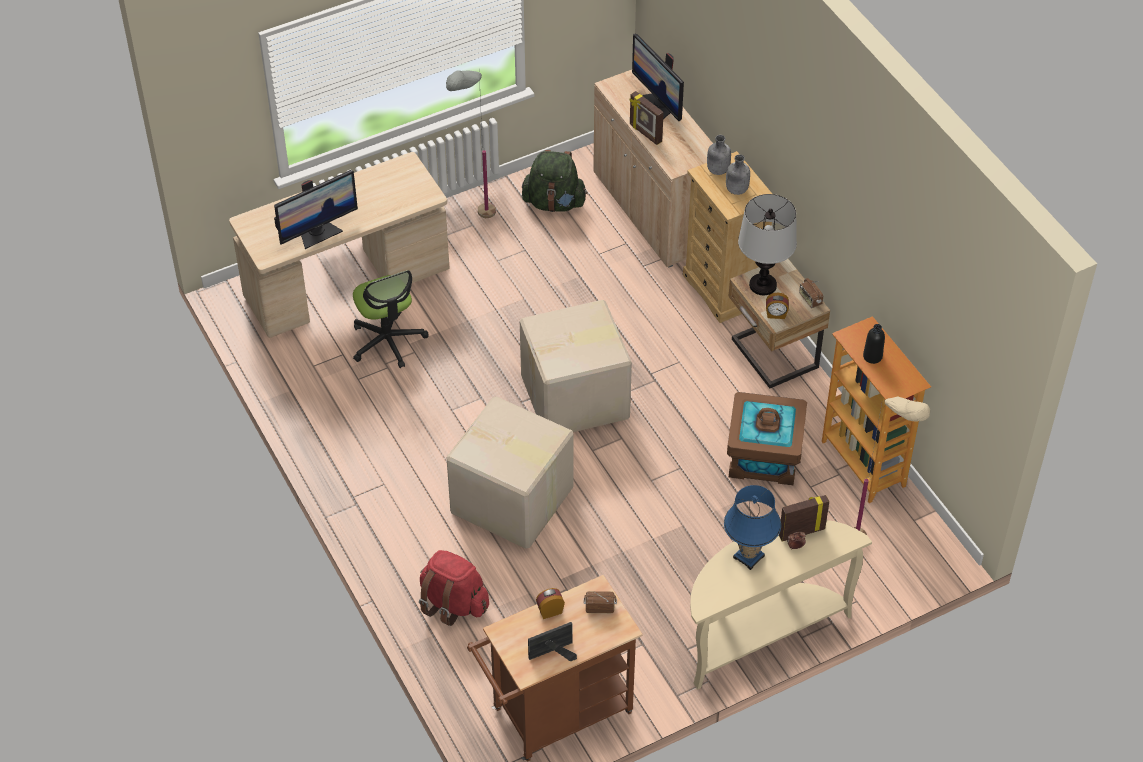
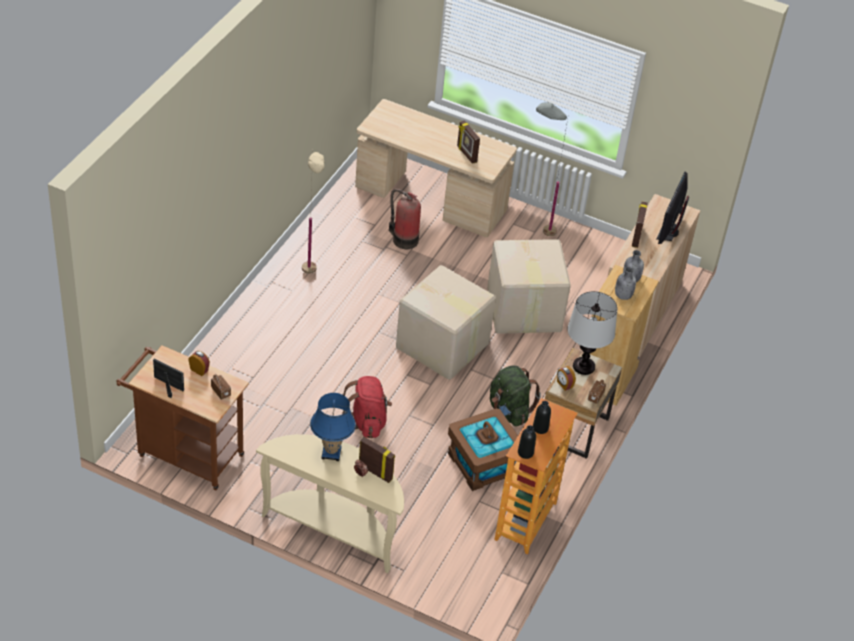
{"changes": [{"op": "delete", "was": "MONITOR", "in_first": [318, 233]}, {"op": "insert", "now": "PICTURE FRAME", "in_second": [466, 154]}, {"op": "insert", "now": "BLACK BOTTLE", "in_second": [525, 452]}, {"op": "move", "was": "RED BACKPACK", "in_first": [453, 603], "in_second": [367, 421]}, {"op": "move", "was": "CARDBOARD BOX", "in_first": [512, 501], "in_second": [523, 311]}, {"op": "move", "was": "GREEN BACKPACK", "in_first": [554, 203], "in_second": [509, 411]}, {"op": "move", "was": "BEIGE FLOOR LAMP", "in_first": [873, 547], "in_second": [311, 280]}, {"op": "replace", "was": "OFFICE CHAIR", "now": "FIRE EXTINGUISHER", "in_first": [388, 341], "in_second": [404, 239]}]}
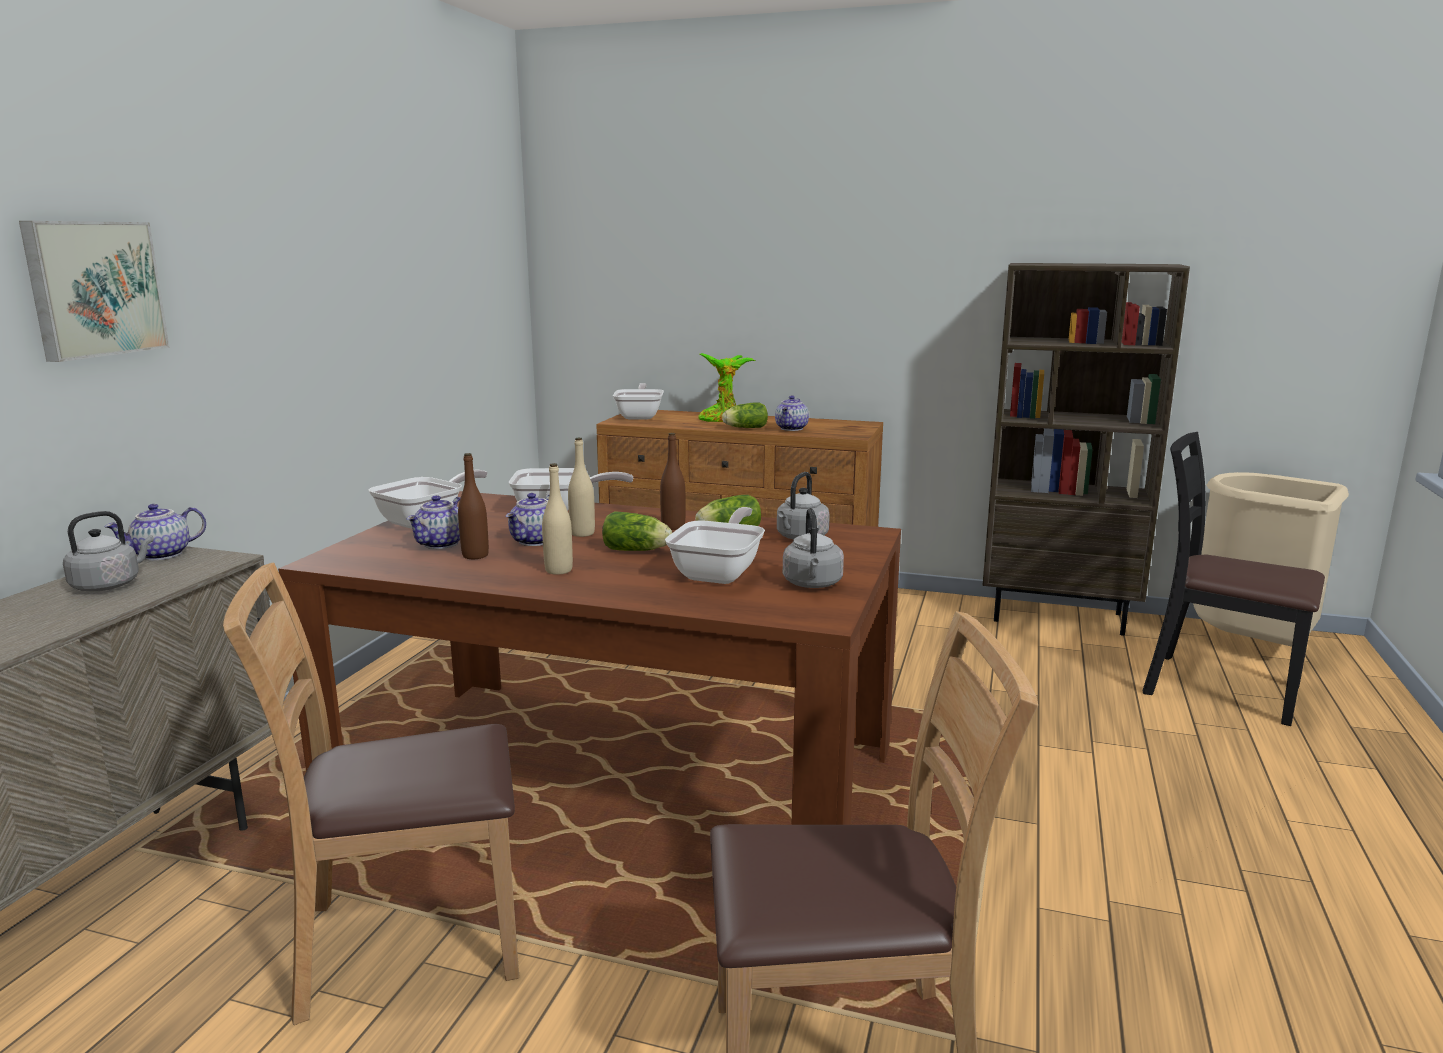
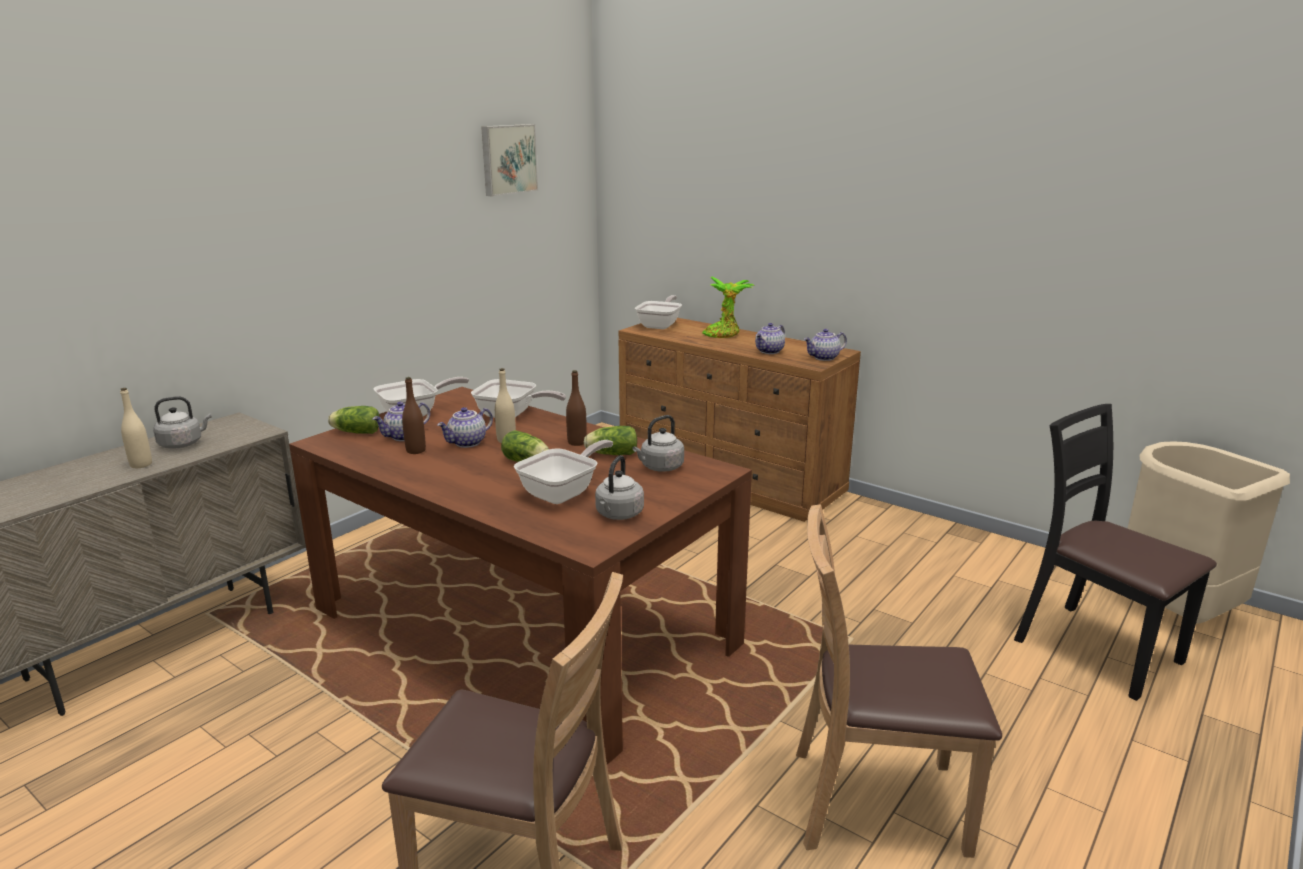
{"changes": [{"op": "delete", "was": "BROWN BOOKCASE", "in_first": [1058, 617]}, {"op": "move", "was": "PICTURE", "in_first": [93, 289], "in_second": [508, 159]}, {"op": "move", "was": "TEAPOT", "in_first": [161, 555], "in_second": [824, 358]}, {"op": "move", "was": "BROWN CHAIR", "in_first": [408, 943], "in_second": [875, 802]}, {"op": "move", "was": "BEIGE BOTTLE", "in_first": [558, 570], "in_second": [141, 464]}, {"op": "move", "was": "LETTUCE", "in_first": [744, 428], "in_second": [355, 432]}]}
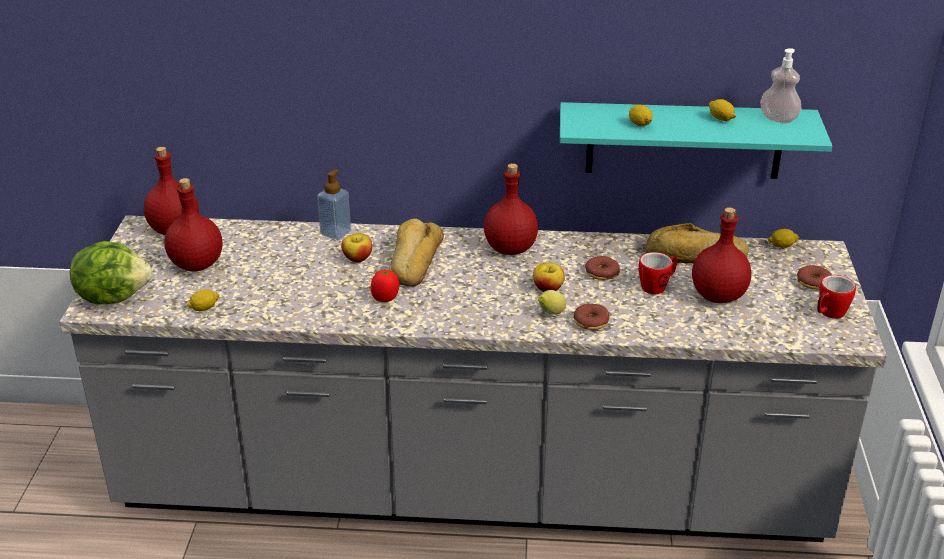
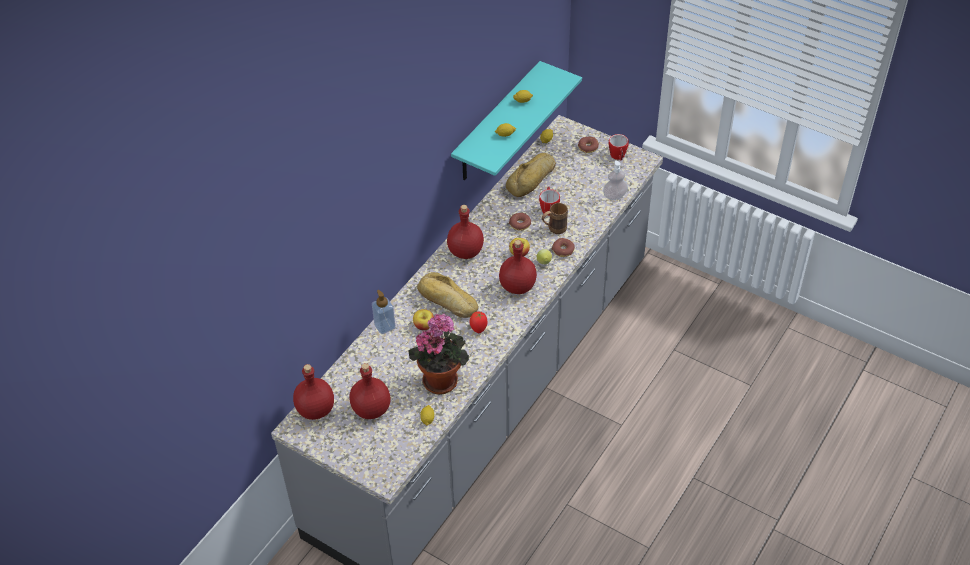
{"changes": [{"op": "delete", "was": "LETTUCE", "in_first": [113, 296]}, {"op": "insert", "now": "POTTED PLANT", "in_second": [441, 378]}, {"op": "insert", "now": "BROWN MUG", "in_second": [553, 229]}, {"op": "move", "was": "RED BOTTLE", "in_first": [717, 296], "in_second": [517, 287]}, {"op": "move", "was": "SOAP DISPENSER", "in_first": [778, 119], "in_second": [615, 196]}]}
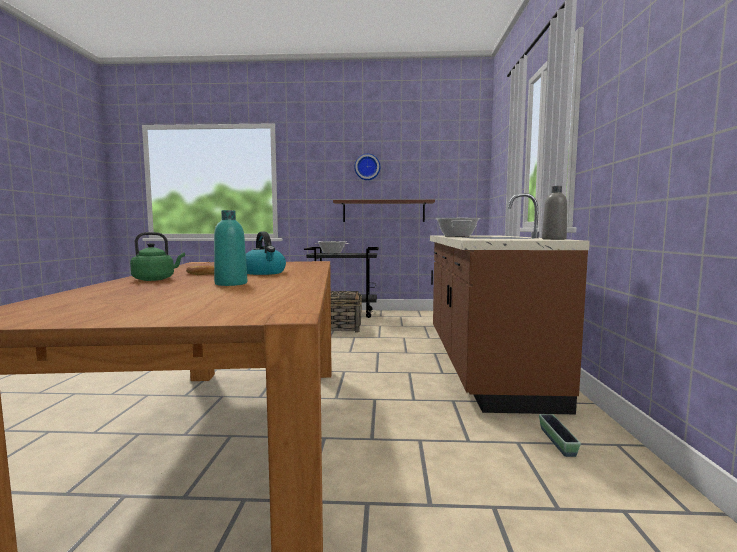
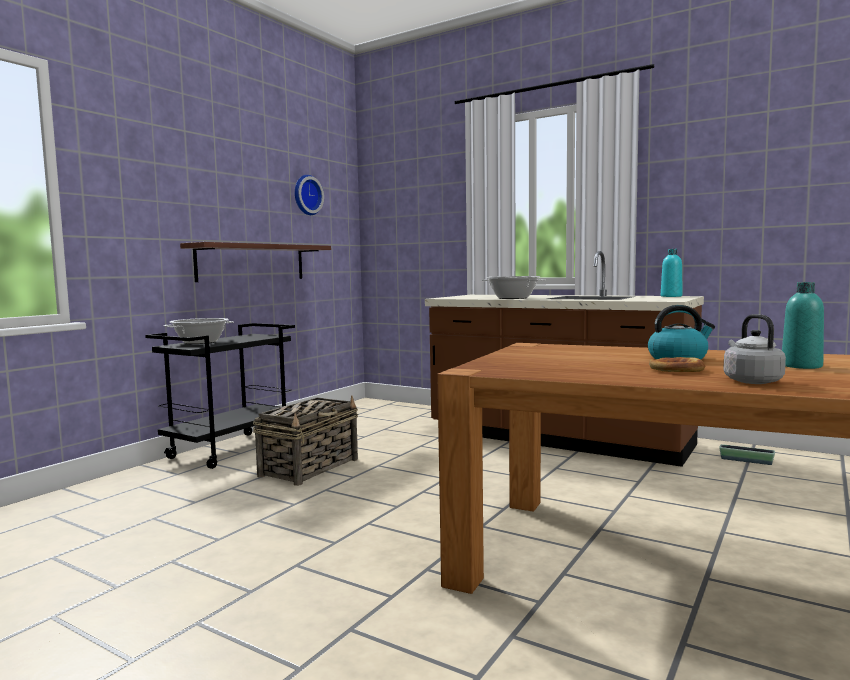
{"changes": [{"op": "move", "was": "WALL CLOCK", "in_first": [367, 167], "in_second": [306, 195]}, {"op": "recolor", "was": "GREEN KETTLE", "now": "GREY KETTLE", "in_first": [156, 279], "in_second": [750, 381]}, {"op": "recolor", "was": "GREY BOTTLE", "now": "TURQUOISE BOTTLE", "in_first": [554, 239], "in_second": [671, 296]}]}
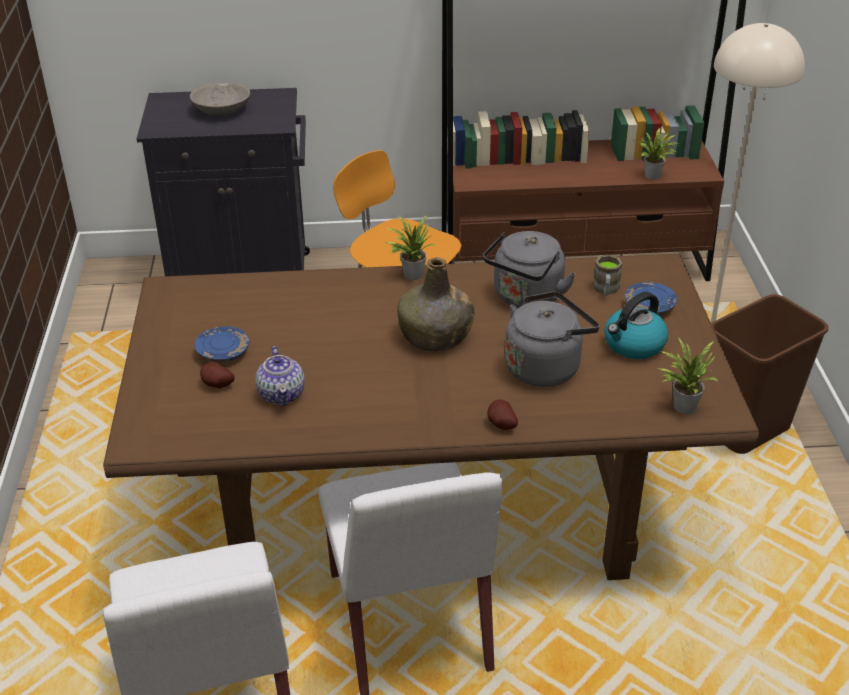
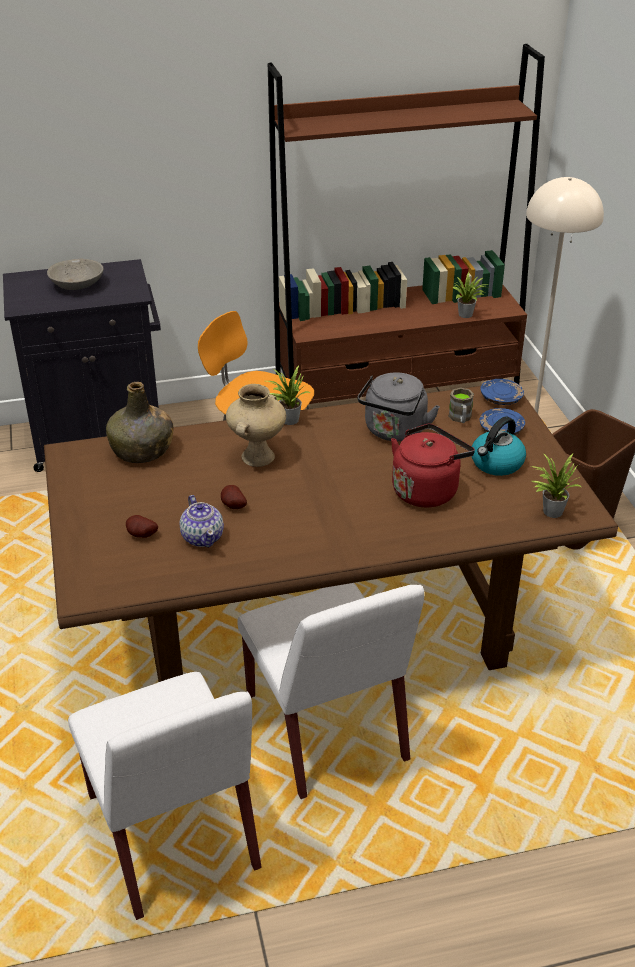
{"changes": [{"op": "insert", "now": "BEIGE VASE", "in_second": [257, 456]}, {"op": "move", "was": "BLUE PLATE", "in_first": [223, 352], "in_second": [501, 398]}, {"op": "move", "was": "GREEN BOTTLE", "in_first": [436, 336], "in_second": [142, 450]}, {"op": "move", "was": "POTATO", "in_first": [500, 425], "in_second": [232, 506]}, {"op": "recolor", "was": "GREY KETTLE", "now": "RED KETTLE", "in_first": [545, 367], "in_second": [427, 490]}]}
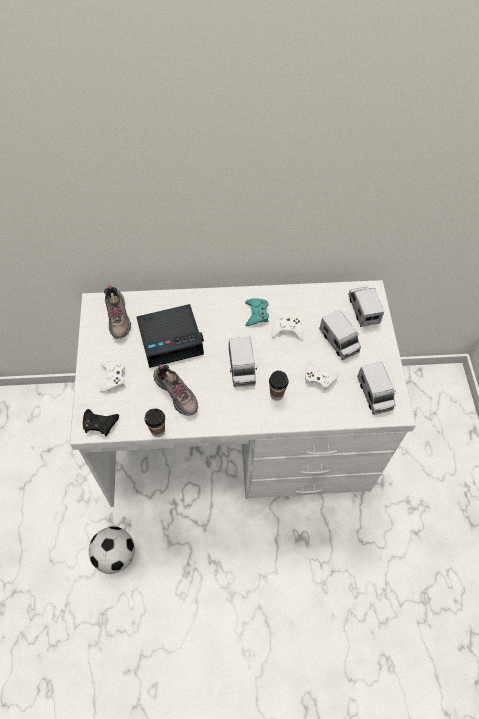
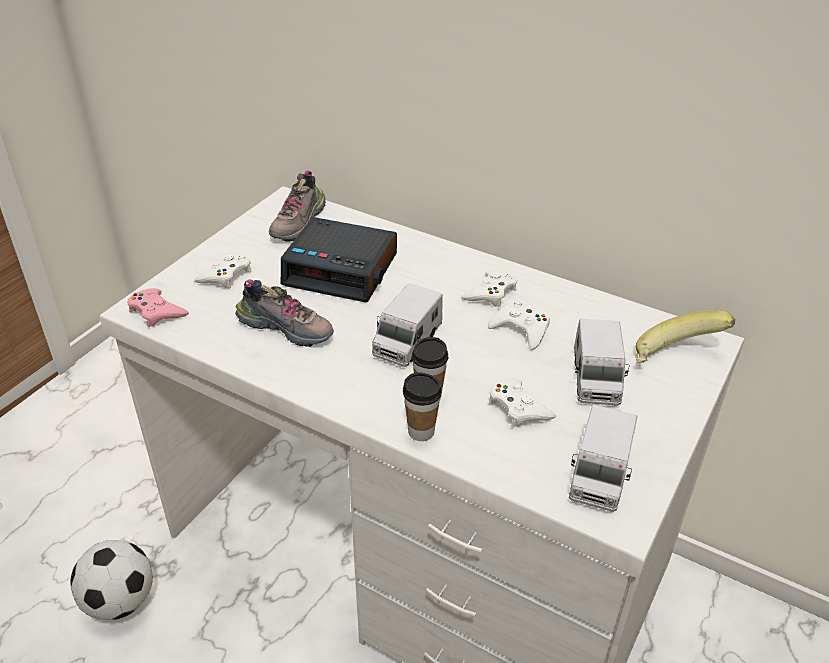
{"changes": [{"op": "move", "was": "CUP", "in_first": [158, 431], "in_second": [421, 431]}, {"op": "replace", "was": "TOY TRUCK", "now": "BANANA", "in_first": [363, 309], "in_second": [675, 358]}, {"op": "recolor", "was": "BLACK GAME CONTROLLER", "now": "PINK GAME CONTROLLER", "in_first": [100, 423], "in_second": [156, 312]}, {"op": "recolor", "was": "TURQUOISE GAME CONTROLLER", "now": "WHITE GAME CONTROLLER", "in_first": [256, 314], "in_second": [491, 293]}, {"op": "rotate", "was": "SHOE", "in_first": [177, 394], "in_second": [287, 328], "clockwise": -60}]}
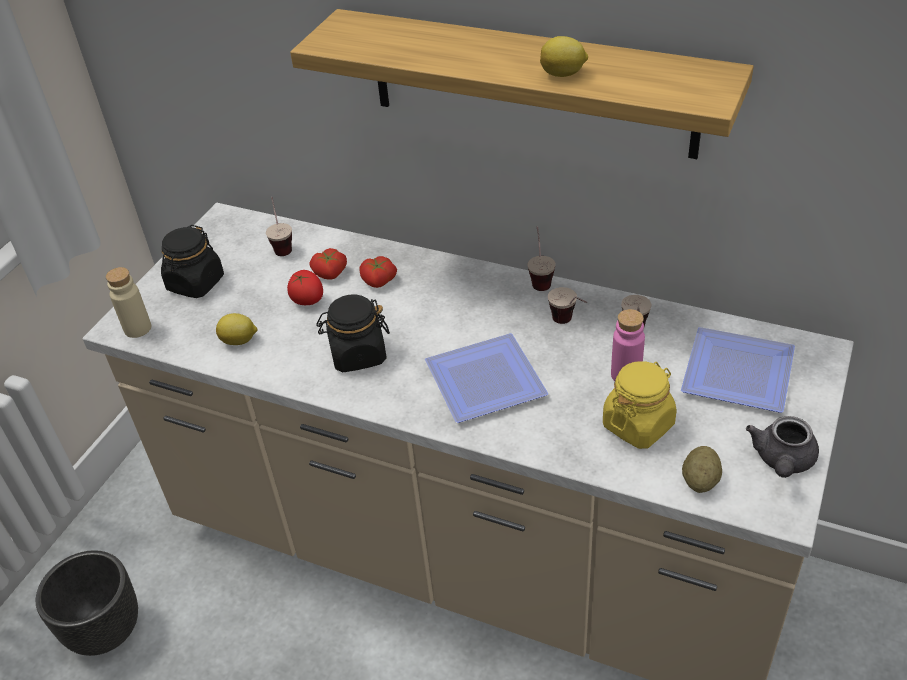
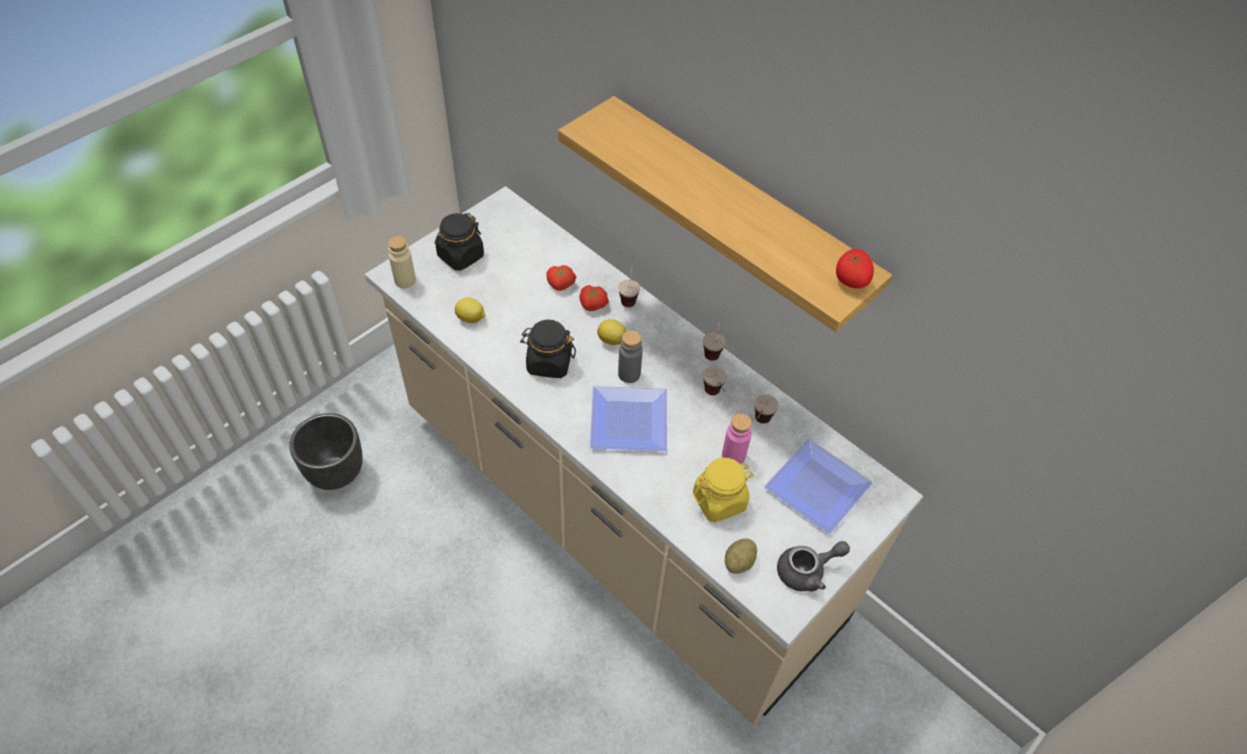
{"changes": [{"op": "insert", "now": "GREY BOTTLE", "in_second": [629, 374]}, {"op": "move", "was": "CUP", "in_first": [282, 245], "in_second": [629, 295]}, {"op": "move", "was": "TOMATO", "in_first": [307, 300], "in_second": [851, 280]}, {"op": "move", "was": "LEMON", "in_first": [563, 74], "in_second": [612, 340]}, {"op": "rotate", "was": "GREY TEAPOT", "in_first": [782, 461], "in_second": [807, 571], "clockwise": -150}]}
